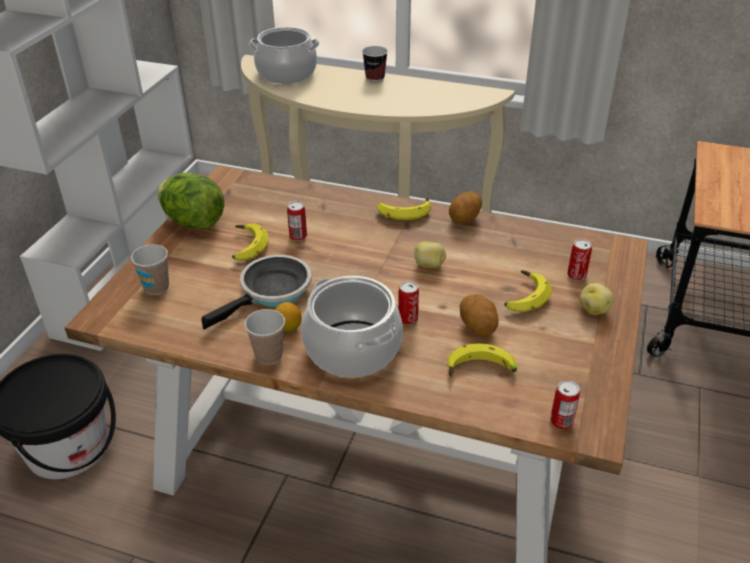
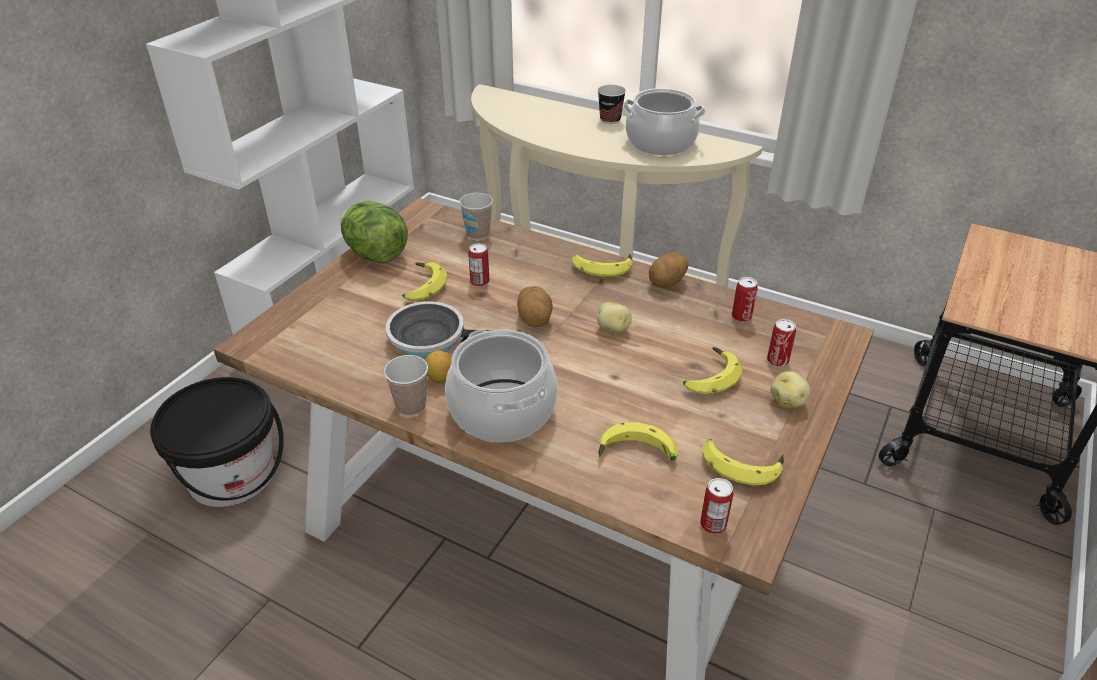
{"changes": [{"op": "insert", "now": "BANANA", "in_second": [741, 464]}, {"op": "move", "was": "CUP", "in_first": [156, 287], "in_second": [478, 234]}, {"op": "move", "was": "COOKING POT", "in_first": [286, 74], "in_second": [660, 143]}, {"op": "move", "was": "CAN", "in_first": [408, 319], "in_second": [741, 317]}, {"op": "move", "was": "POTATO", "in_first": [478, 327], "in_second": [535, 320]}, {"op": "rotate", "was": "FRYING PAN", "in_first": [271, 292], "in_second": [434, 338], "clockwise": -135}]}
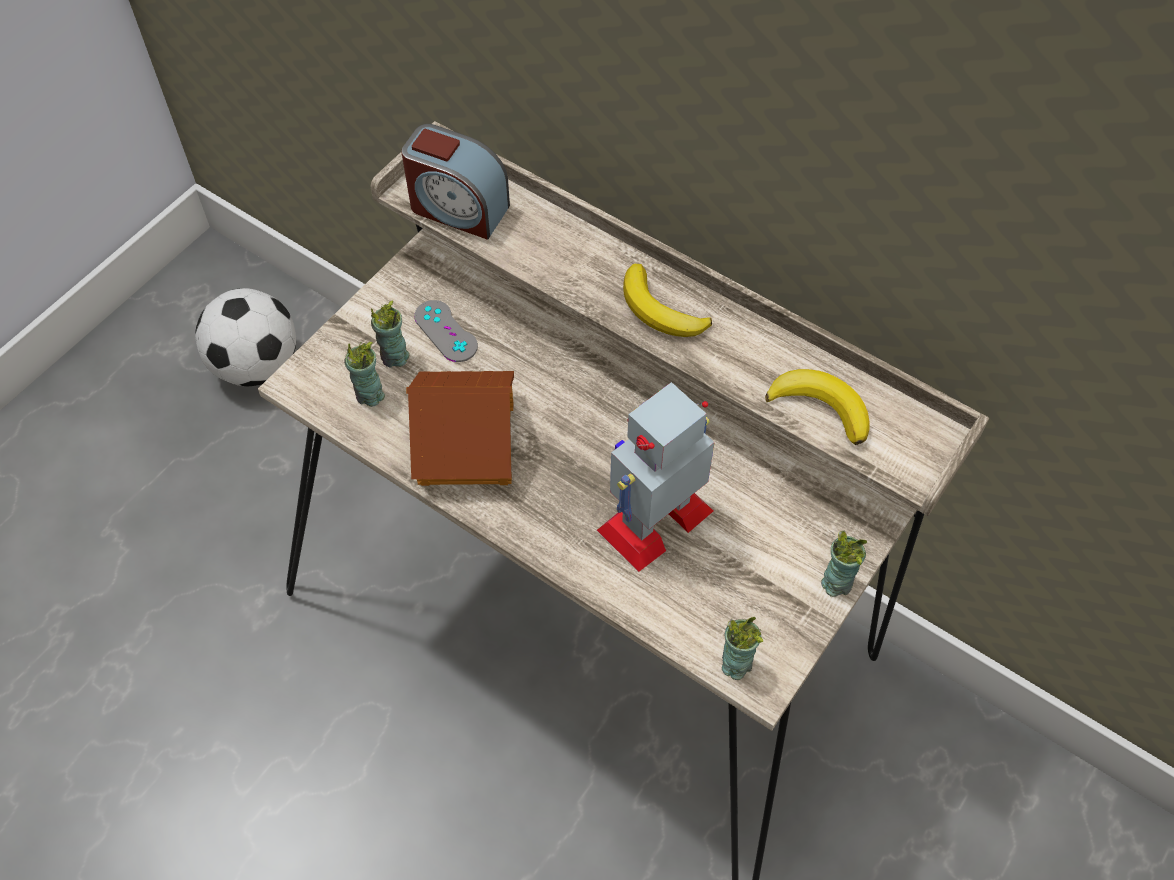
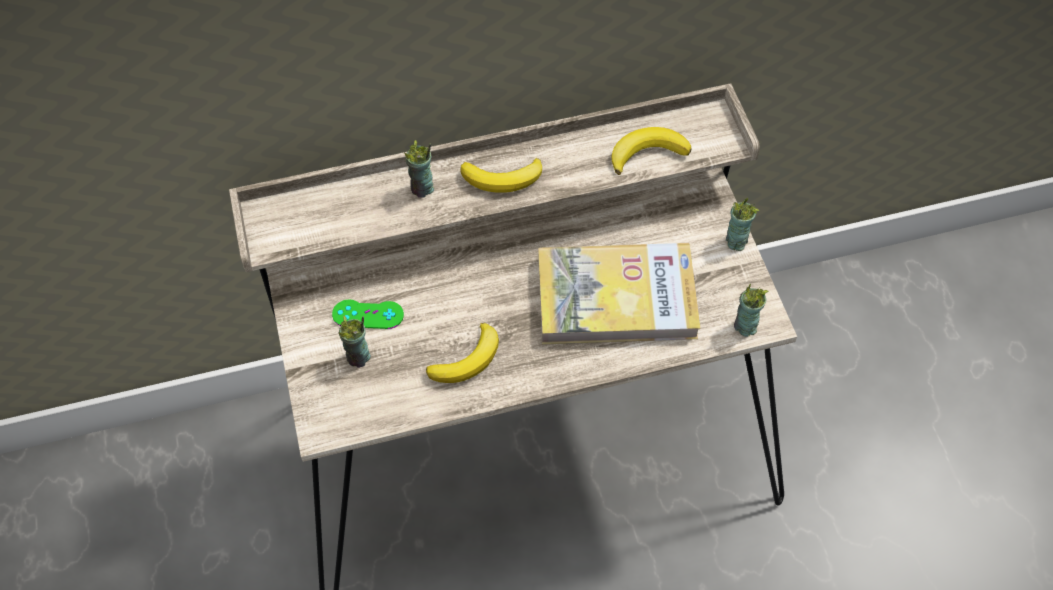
{"changes": [{"op": "delete", "was": "FOOTBALL", "in_first": [256, 365]}, {"op": "delete", "was": "ALARM CLOCK", "in_first": [458, 208]}, {"op": "move", "was": "CUP", "in_first": [369, 395], "in_second": [422, 189]}, {"op": "replace", "was": "TOY HOUSE", "now": "BANANA", "in_first": [468, 442], "in_second": [468, 359]}, {"op": "replace", "was": "TOY ROBOT", "now": "BOOK", "in_first": [655, 519], "in_second": [616, 298]}, {"op": "recolor", "was": "GREY GAME CONTROLLER", "now": "GREEN GAME CONTROLLER", "in_first": [446, 331], "in_second": [368, 314]}]}
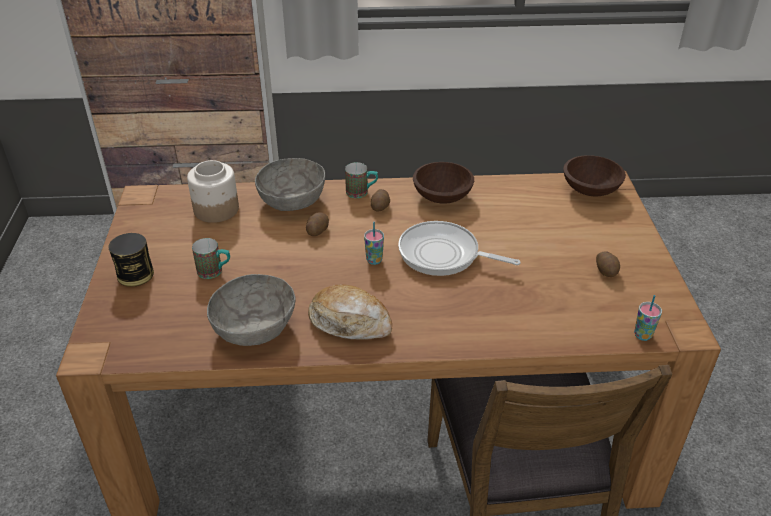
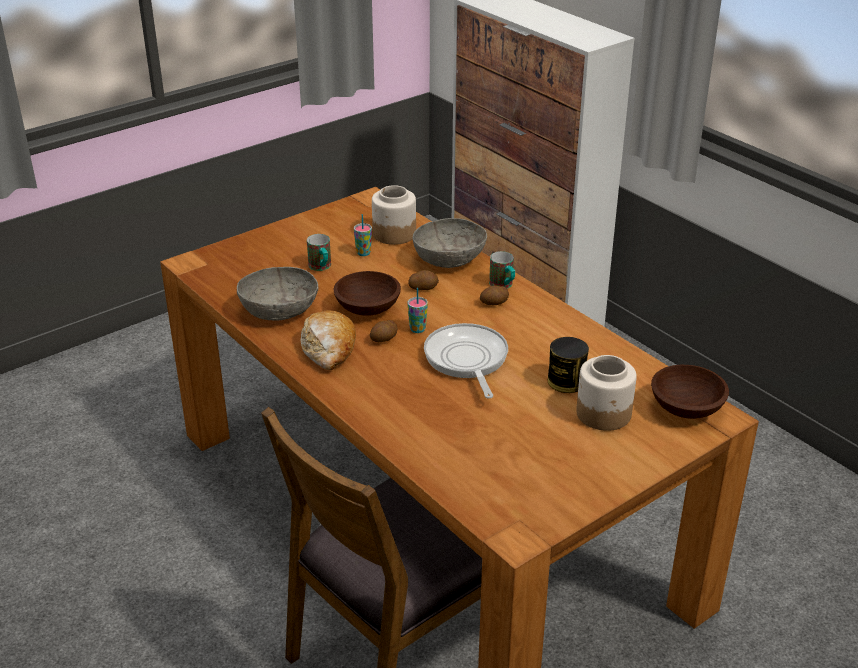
{"changes": [{"op": "insert", "now": "JAR", "in_second": [604, 414]}, {"op": "move", "was": "CAN", "in_first": [135, 274], "in_second": [566, 381]}, {"op": "move", "was": "BROWN BOWL", "in_first": [443, 196], "in_second": [368, 308]}, {"op": "move", "was": "POTATO", "in_first": [606, 271], "in_second": [384, 339]}, {"op": "move", "was": "CUP", "in_first": [642, 335], "in_second": [363, 253]}]}
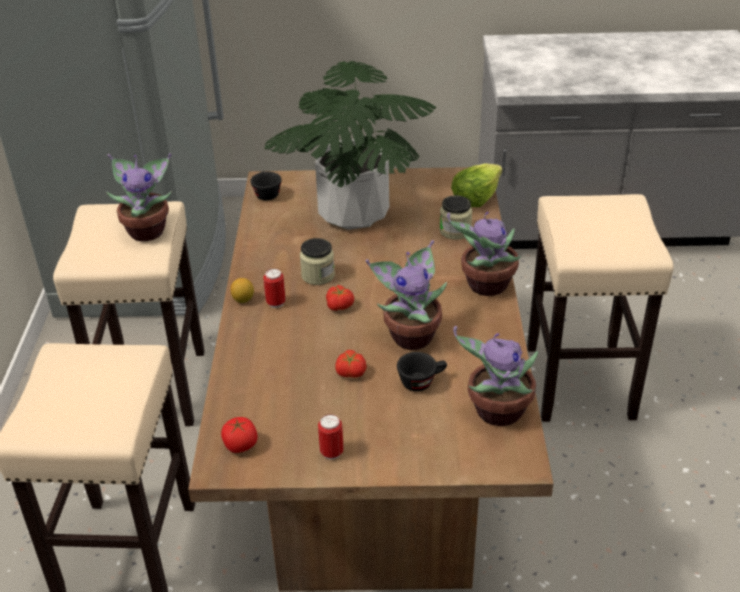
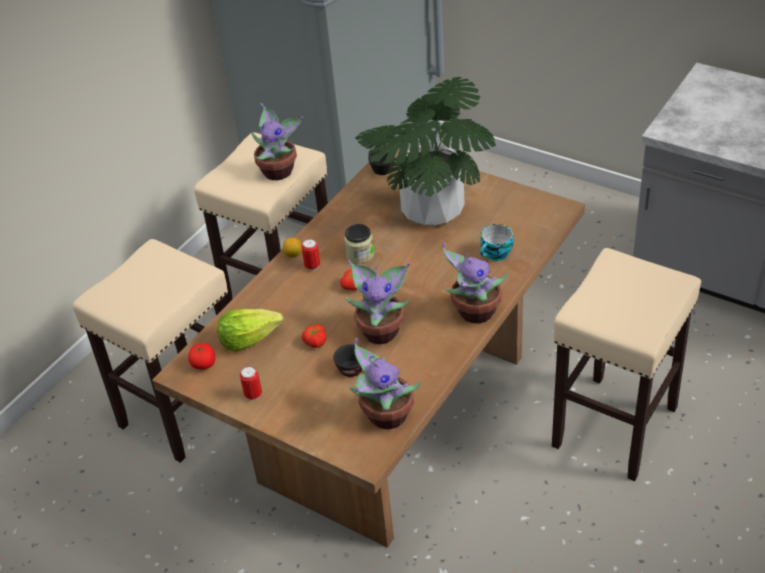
{"changes": [{"op": "move", "was": "LETTUCE", "in_first": [476, 198], "in_second": [249, 338]}, {"op": "replace", "was": "JAR", "now": "CUP", "in_first": [455, 231], "in_second": [496, 255]}]}
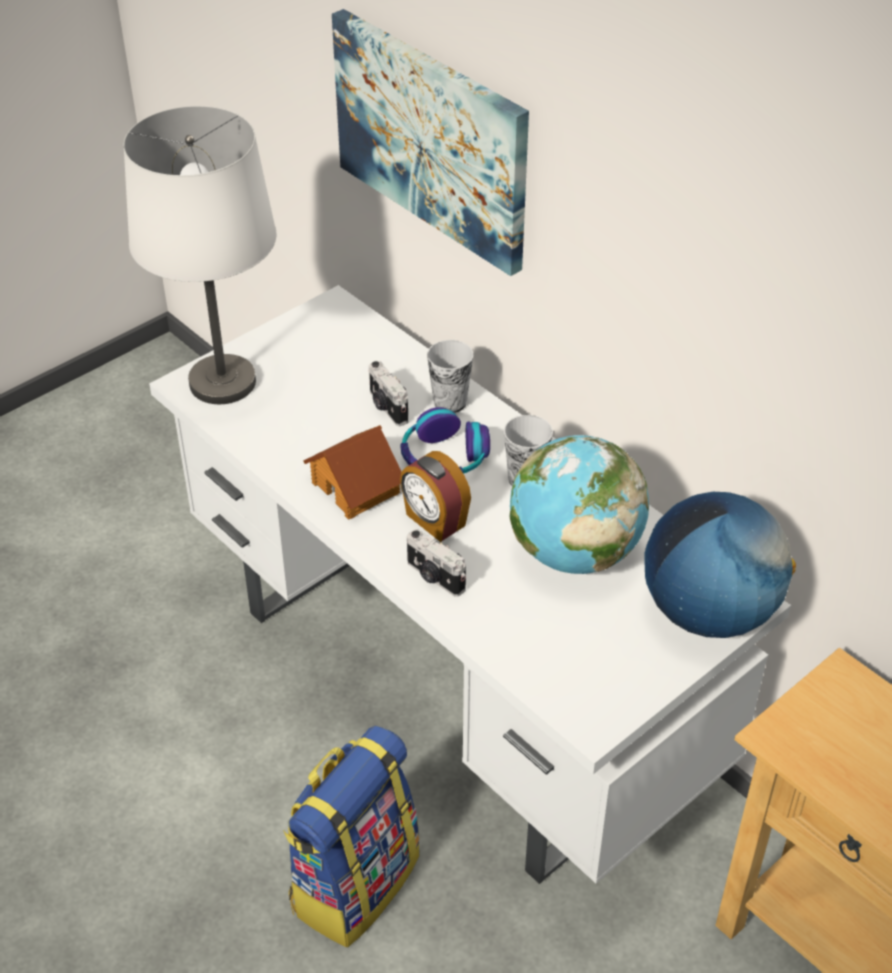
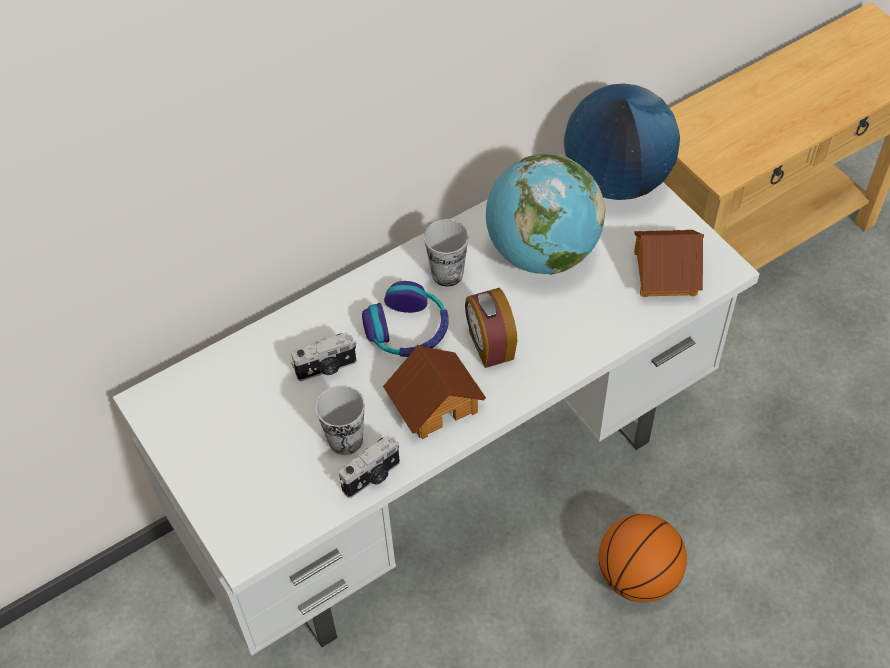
{"changes": [{"op": "delete", "was": "WHITE TABLE LAMP", "in_first": [223, 382]}, {"op": "delete", "was": "PICTURE", "in_first": [432, 138]}, {"op": "insert", "now": "TOY HOUSE", "in_second": [664, 272]}, {"op": "move", "was": "PHOTO CAMERA", "in_first": [434, 577], "in_second": [372, 477]}, {"op": "move", "was": "CUP", "in_first": [450, 402], "in_second": [345, 440]}, {"op": "replace", "was": "BACKPACK", "now": "BASKETBALL", "in_first": [354, 881], "in_second": [638, 576]}, {"op": "rotate", "was": "ALARM CLOCK", "in_first": [434, 521], "in_second": [490, 346], "clockwise": 105}]}
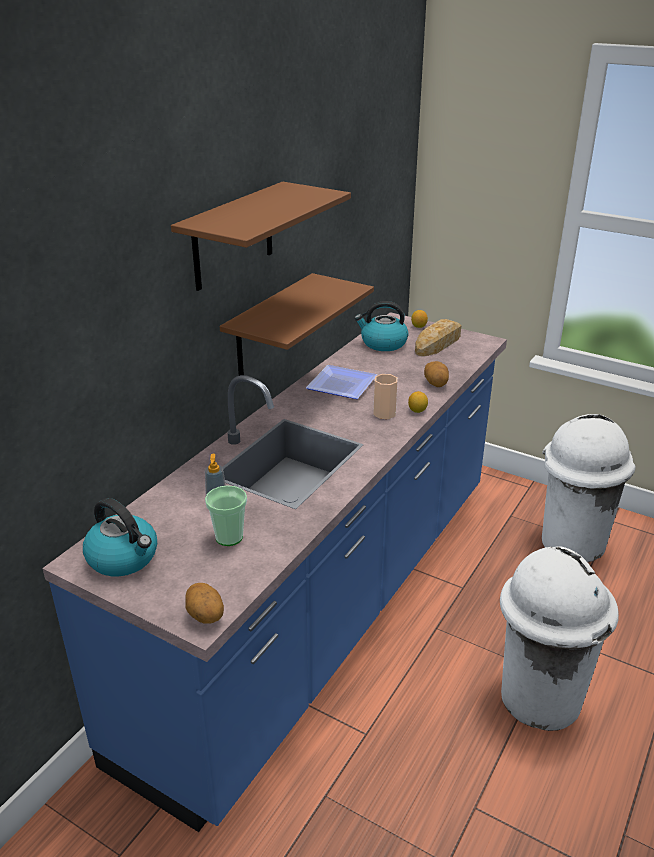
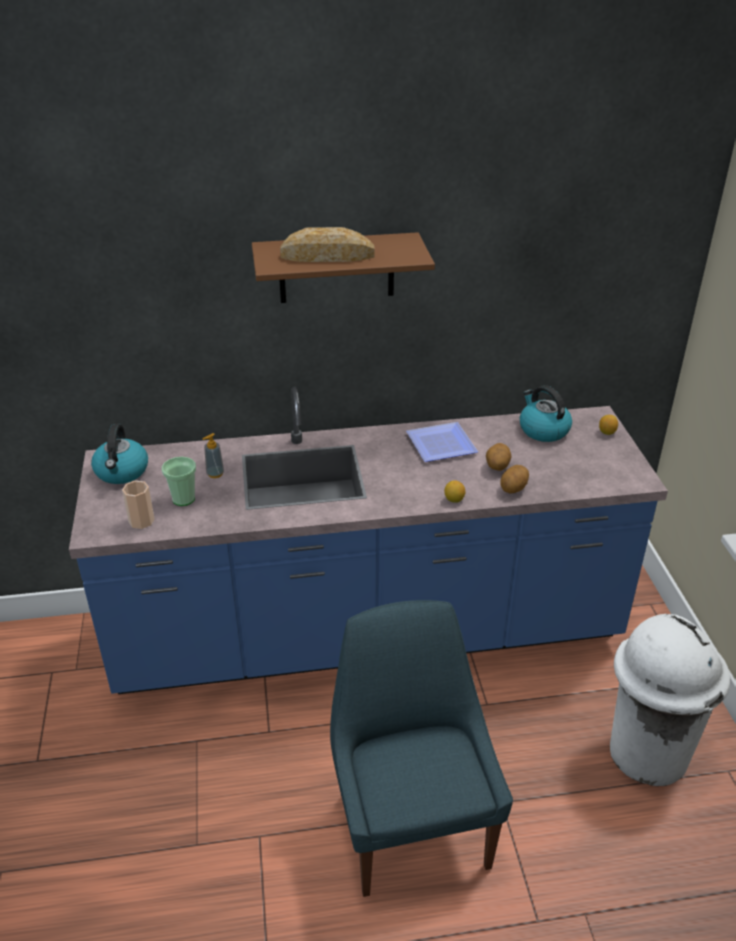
{"changes": [{"op": "delete", "was": "BROWN SHELF", "in_first": [270, 326]}, {"op": "move", "was": "POTATO", "in_first": [205, 616], "in_second": [497, 467]}, {"op": "move", "was": "CUP", "in_first": [384, 413], "in_second": [141, 521]}, {"op": "move", "was": "BREAD", "in_first": [439, 343], "in_second": [327, 256]}, {"op": "replace", "was": "WHITE TRASH CAN", "now": "BLUE CHAIR", "in_first": [539, 697], "in_second": [411, 824]}]}
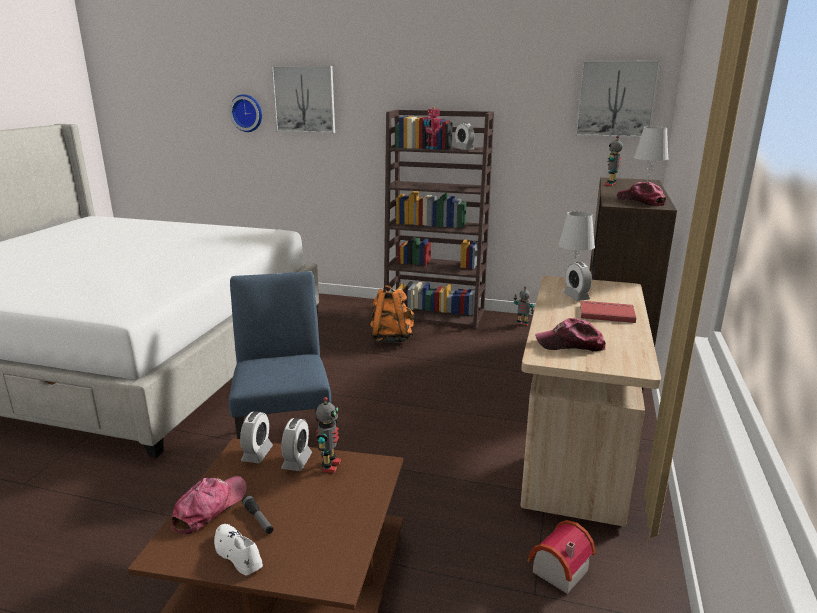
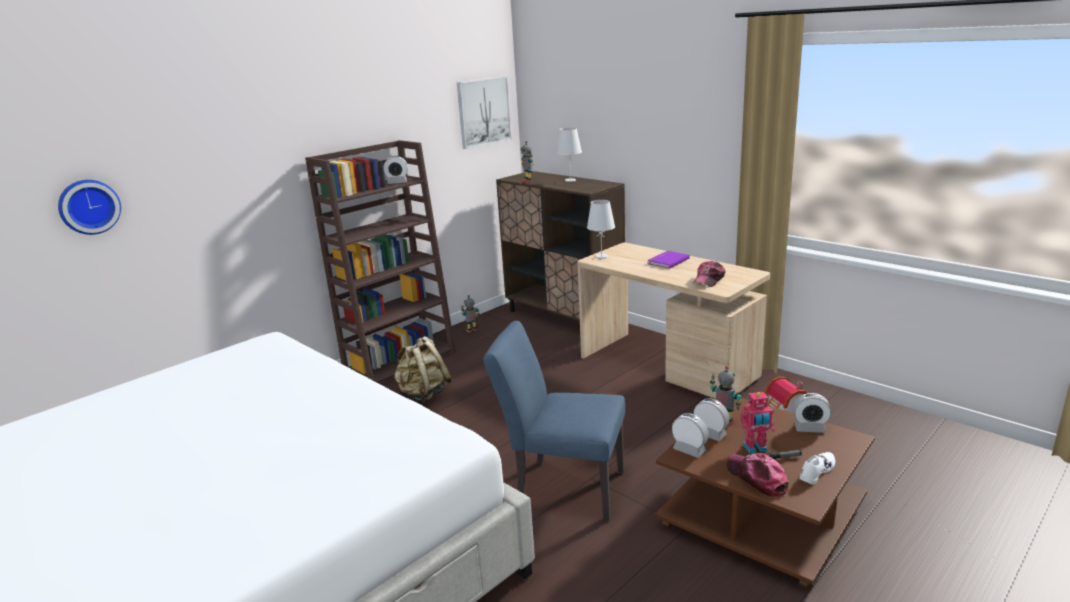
{"changes": [{"op": "delete", "was": "PICTURE", "in_first": [304, 99]}, {"op": "delete", "was": "CAP", "in_first": [640, 201]}, {"op": "move", "was": "TOY ROBOT", "in_first": [432, 148], "in_second": [755, 448]}, {"op": "move", "was": "ALARM CLOCK", "in_first": [576, 297], "in_second": [809, 428]}, {"op": "recolor", "was": "ORANGE BACKPACK", "now": "BEIGE BACKPACK", "in_first": [391, 339], "in_second": [423, 394]}, {"op": "recolor", "was": "RED BOOK", "now": "PURPLE BOOK", "in_first": [606, 313], "in_second": [667, 261]}, {"op": "rotate", "was": "WHITE SHOE", "in_first": [237, 553], "in_second": [816, 471], "clockwise": 150}]}
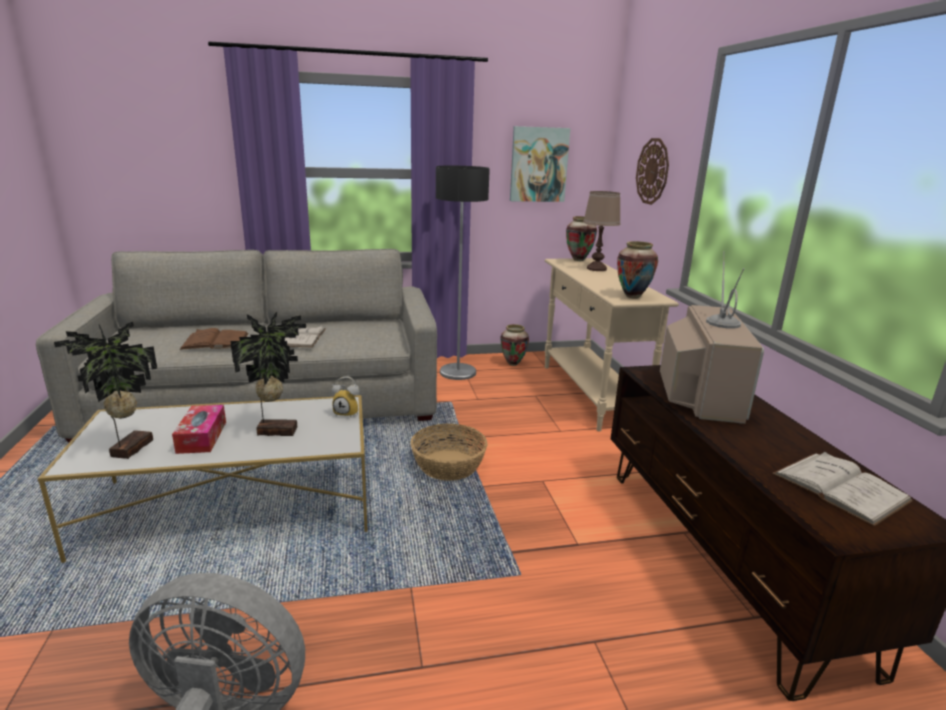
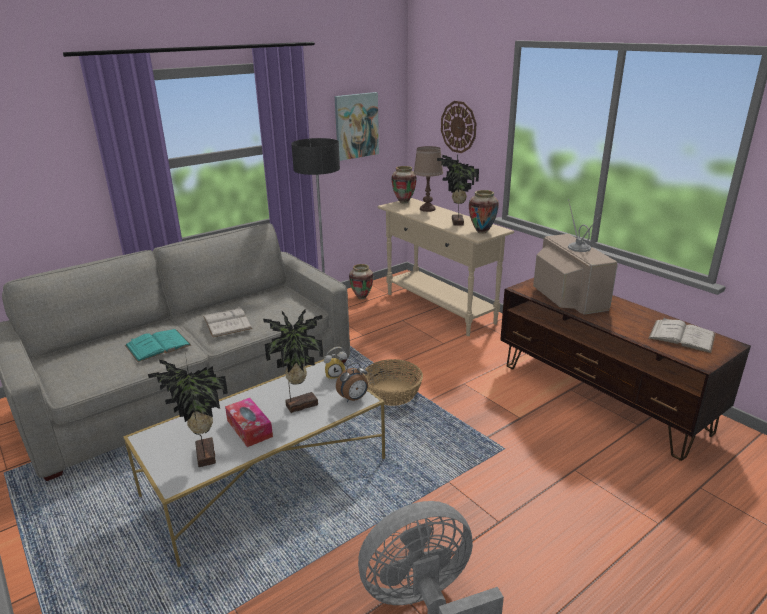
{"changes": [{"op": "insert", "now": "ALARM CLOCK", "in_second": [354, 399]}, {"op": "insert", "now": "POTTED PLANT", "in_second": [456, 222]}, {"op": "recolor", "was": "BROWN BOOK", "now": "TURQUOISE BOOK", "in_first": [215, 341], "in_second": [158, 345]}]}
